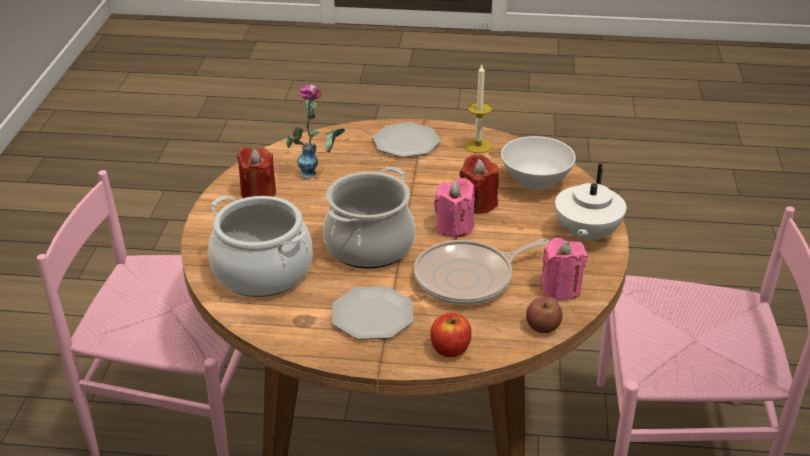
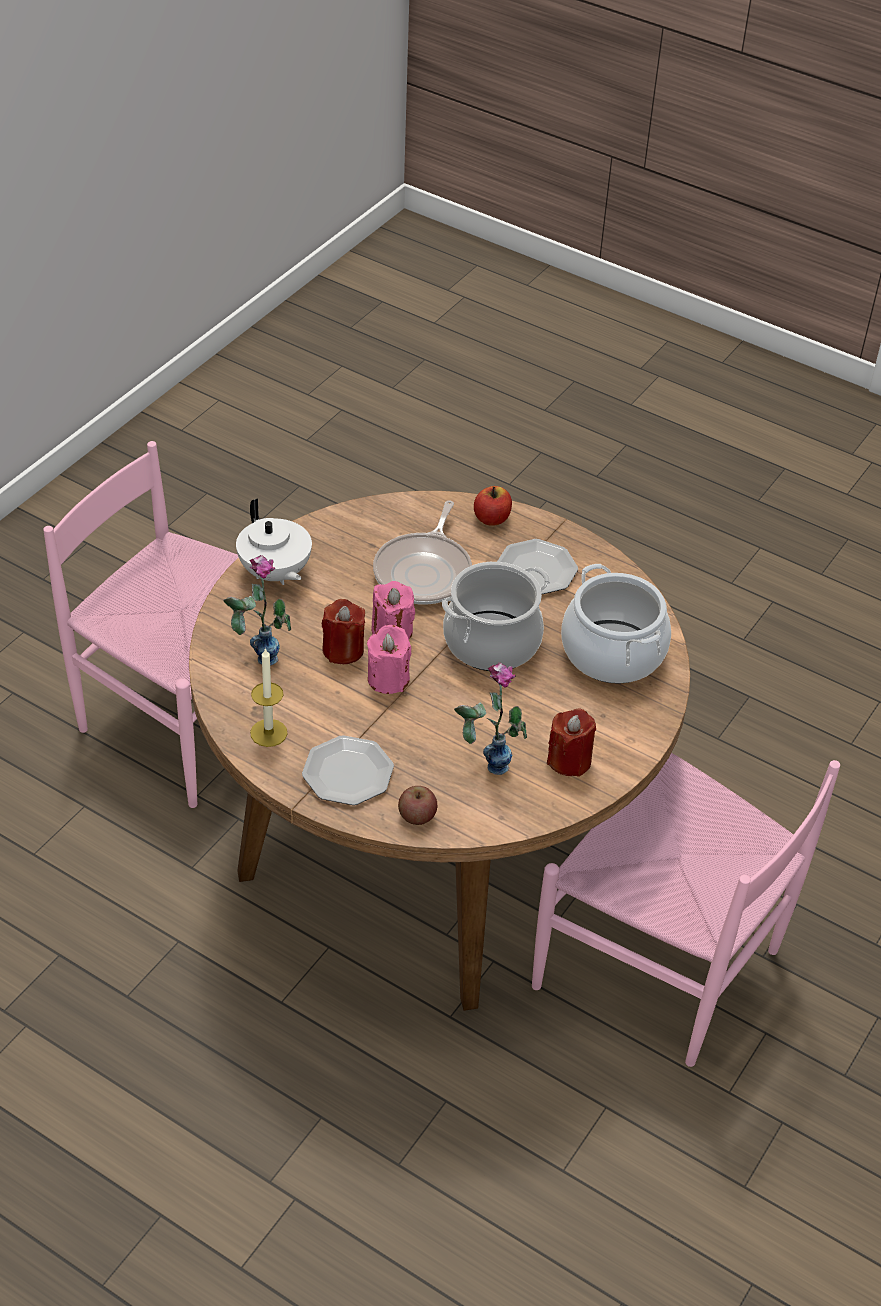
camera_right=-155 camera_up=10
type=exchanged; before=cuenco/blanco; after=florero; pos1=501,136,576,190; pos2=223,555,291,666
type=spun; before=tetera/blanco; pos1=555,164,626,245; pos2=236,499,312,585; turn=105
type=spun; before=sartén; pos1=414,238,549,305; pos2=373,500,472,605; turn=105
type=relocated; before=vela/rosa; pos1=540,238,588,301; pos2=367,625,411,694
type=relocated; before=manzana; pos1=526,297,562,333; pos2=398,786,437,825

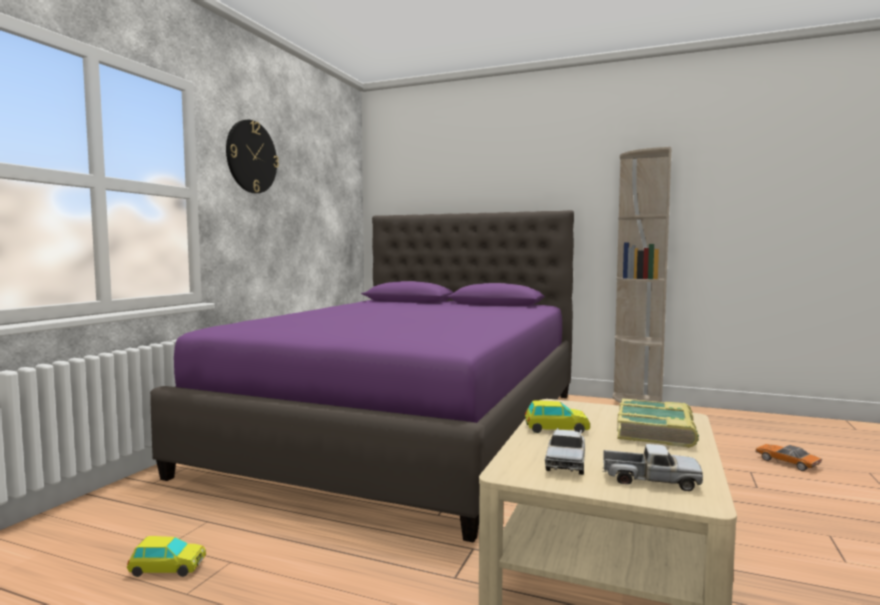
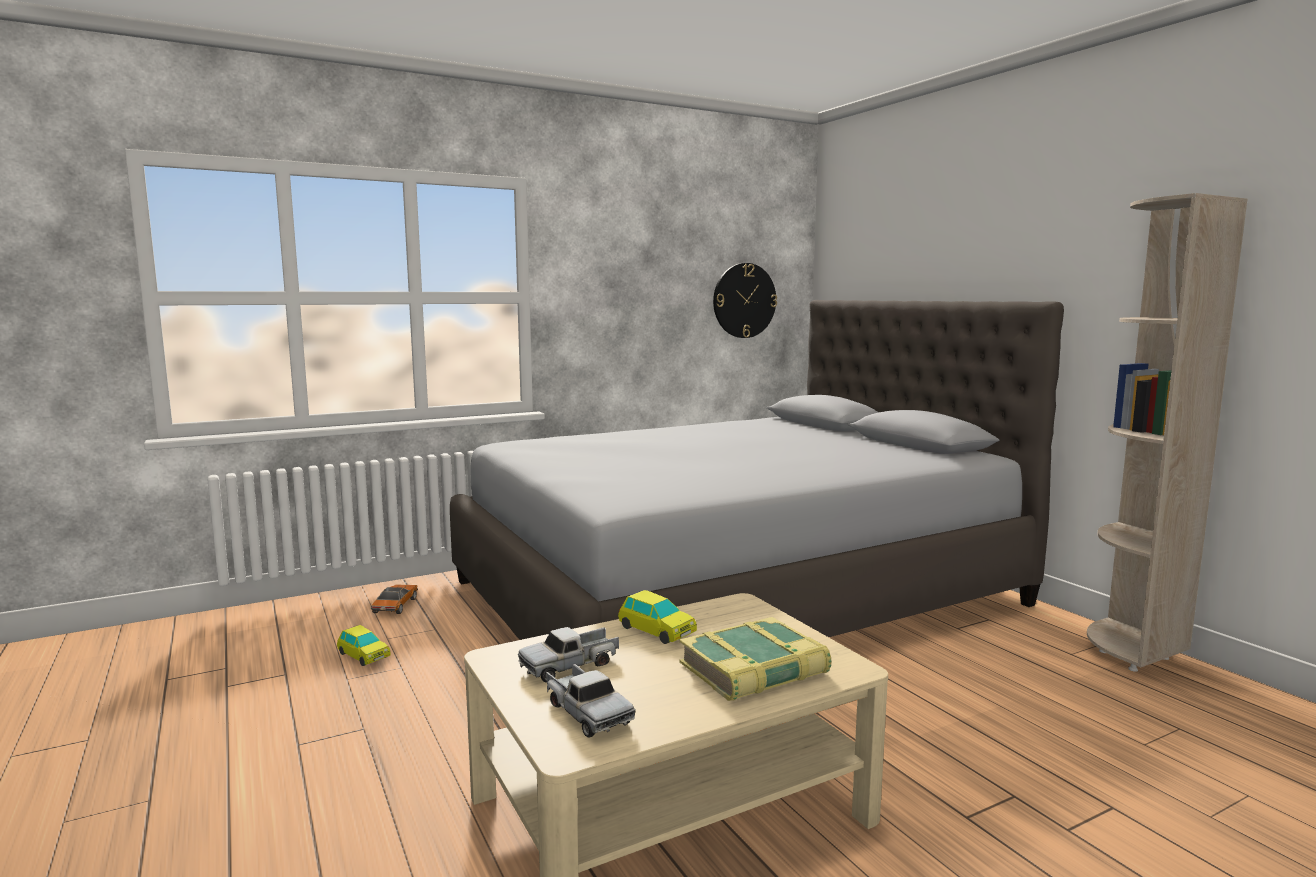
camera_right=40 camera_up=5
type=relocated; before=reloj de pared; pos1=226,120,279,193; pos2=713,263,777,338
type=colour; before=cama/morado; after=cama/gris; pos1=150,210,574,543; pos2=450,300,1064,640
type=relocated; before=coche de juguete; pos1=755,444,822,471; pos2=370,584,418,614

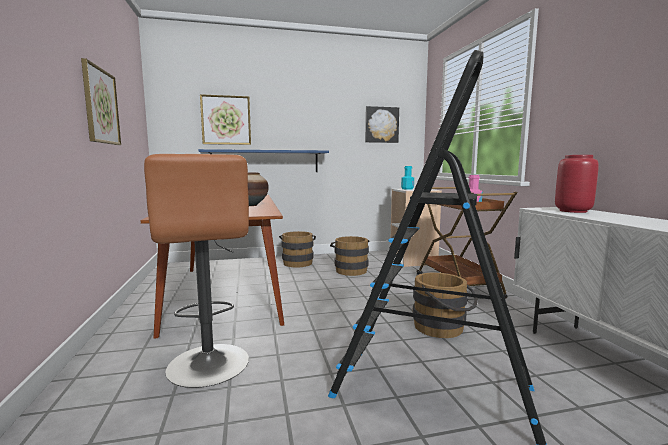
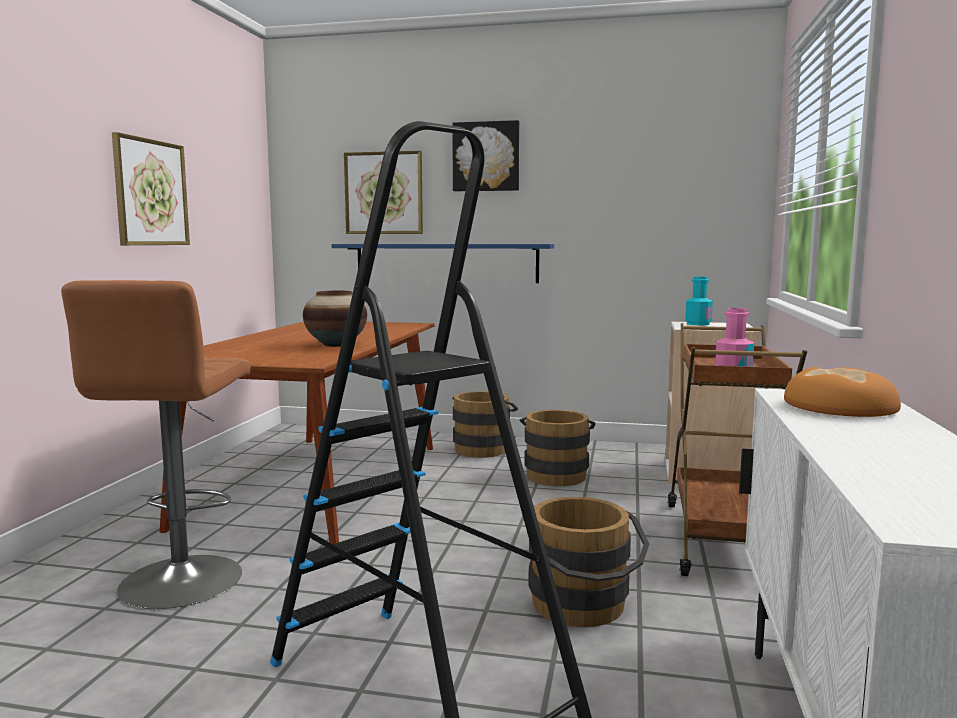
camera_right=25 camera_up=0
type=relocated; before=cuadro; pos1=365,106,399,143; pos2=452,120,520,191
type=exchanged; before=florero/rojo; after=pan; pos1=555,155,599,213; pos2=784,367,901,417

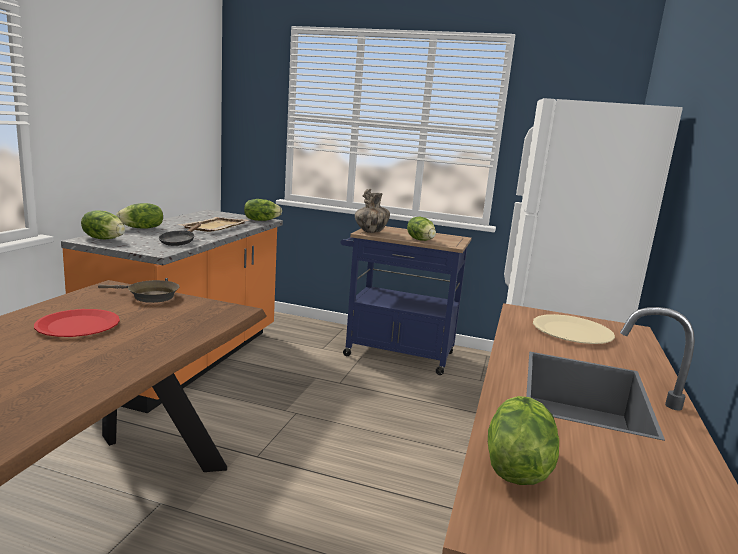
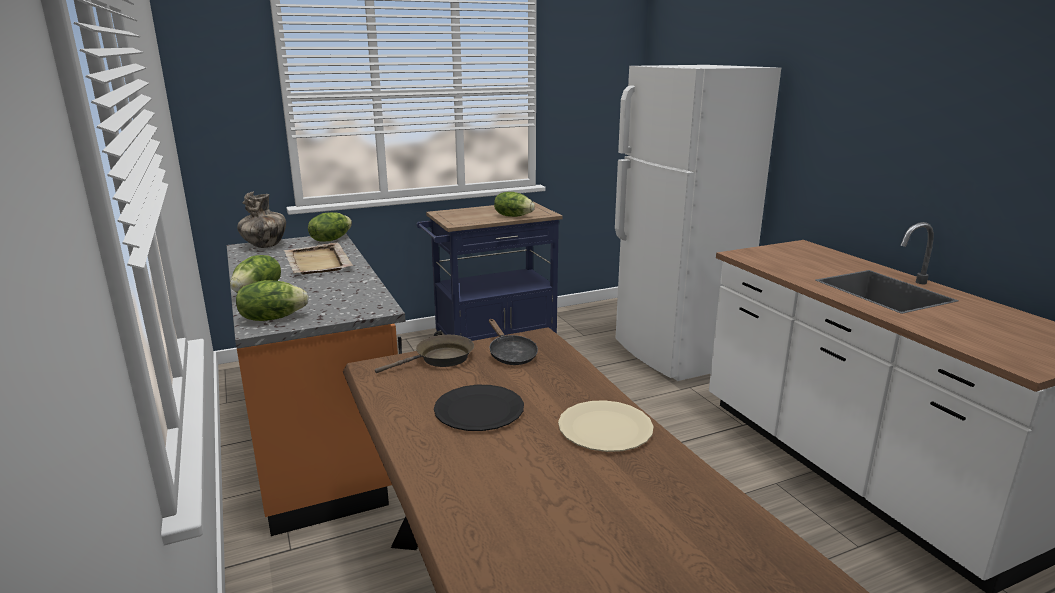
camera_right=-40 camera_up=5
type=relocated; before=florero; pos1=355,189,390,233; pos2=237,192,286,248
type=relocated; before=sartén/negro; pos1=159,223,201,246; pos2=489,319,538,365
type=colour; before=plato/rojo; after=plato/negro; pos1=34,309,120,337; pos2=434,385,524,431
type=relocated; before=plato/beis; pos1=533,314,615,344; pos2=558,400,654,452
type=missing; before=lechuga; pos1=488,396,559,485

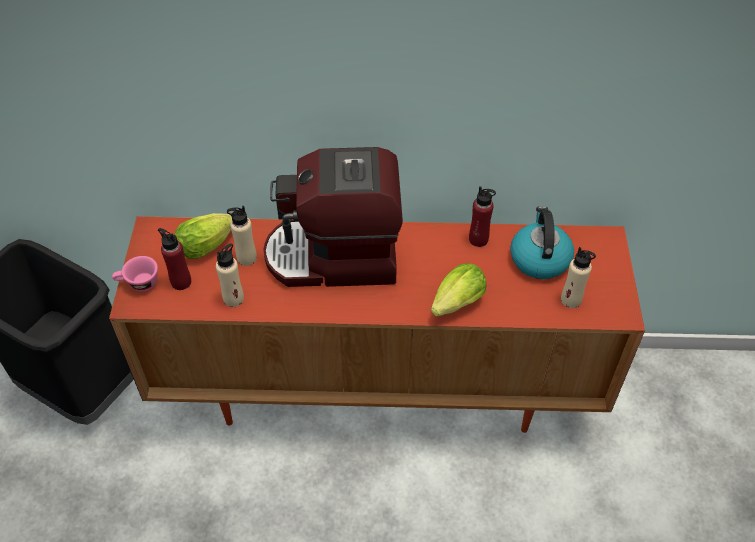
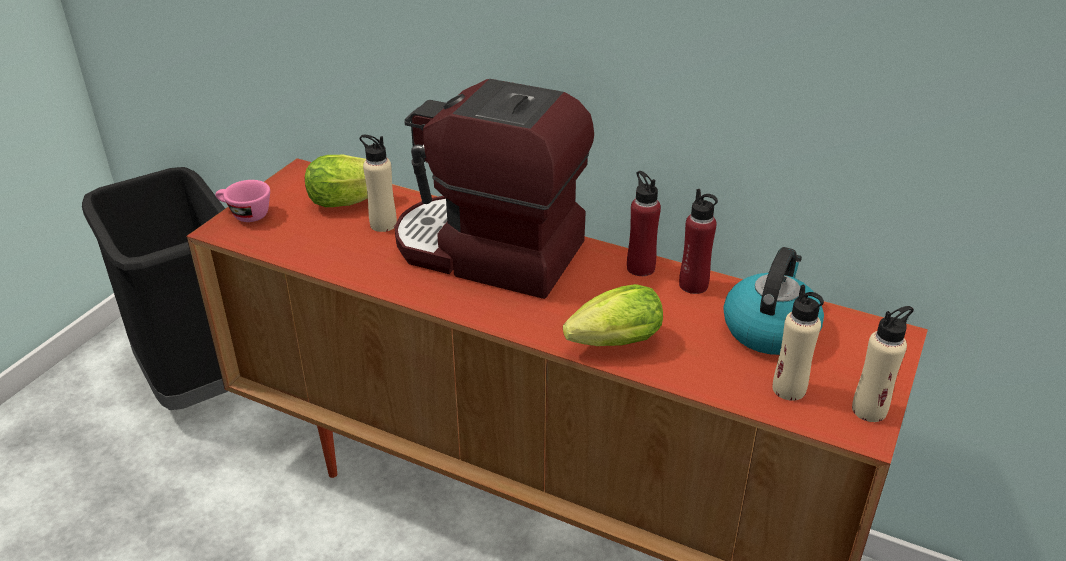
camera_right=25 camera_up=-15
type=relocated; before=botella/rojo; pos1=158,228,191,290; pos2=627,171,661,276
type=relocated; before=botella/beis; pos1=216,243,244,307; pos2=852,306,914,422

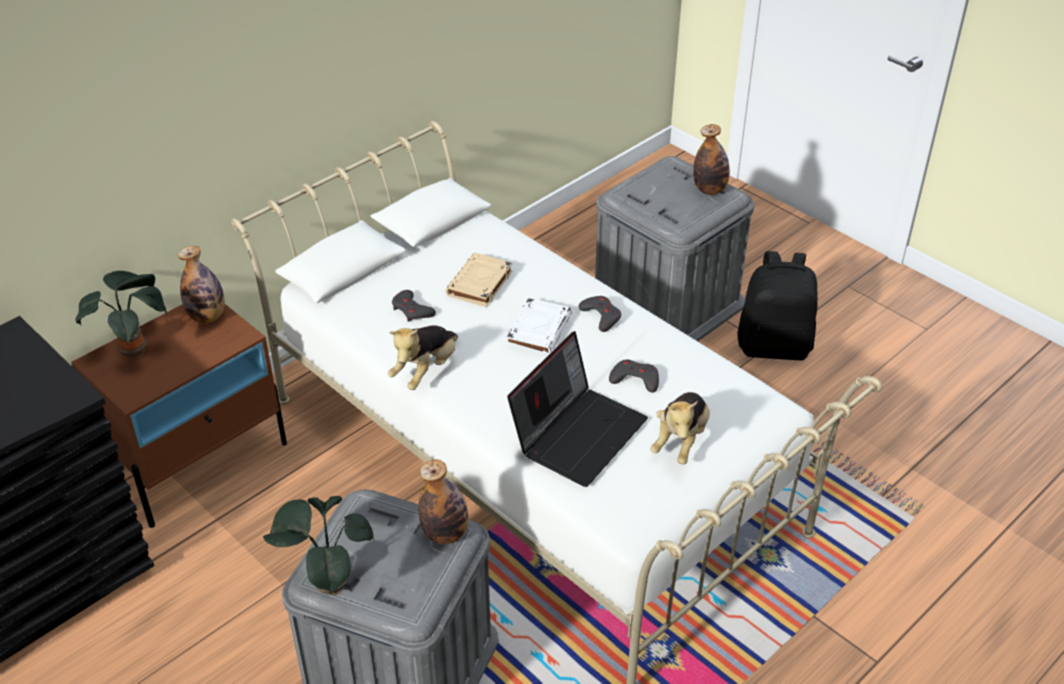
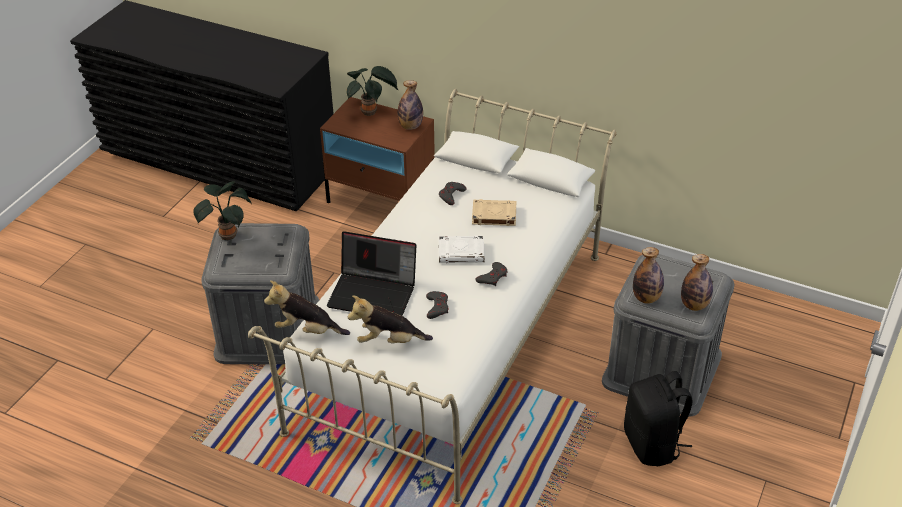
camera_right=70 camera_up=0
type=relocated; before=peluche; pos1=388,325,458,390; pos2=264,280,350,335
type=relocated; before=botella; pos1=418,459,468,544; pos2=633,247,664,304

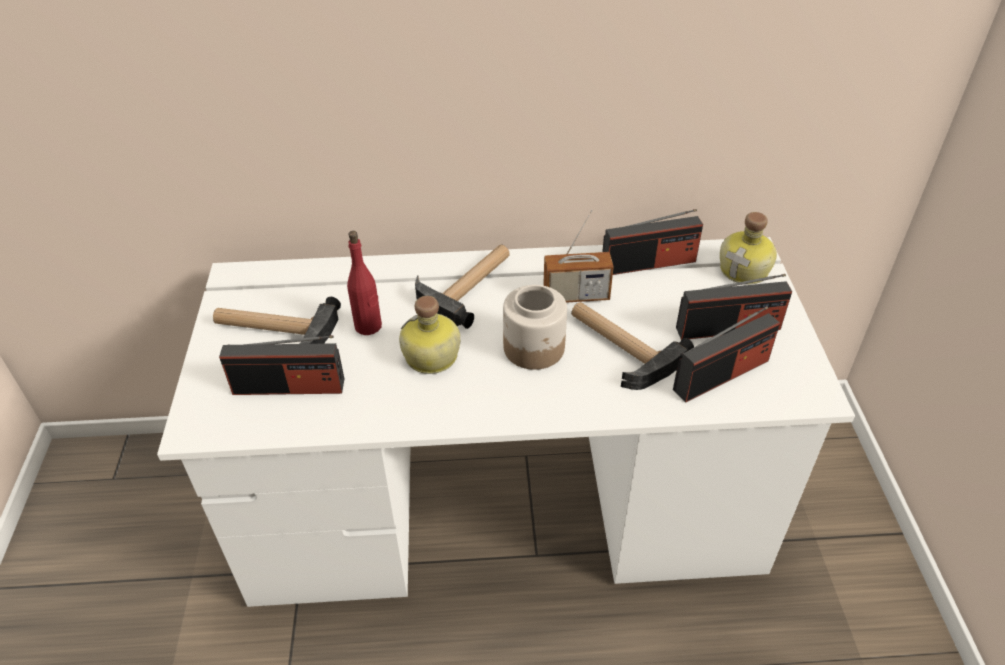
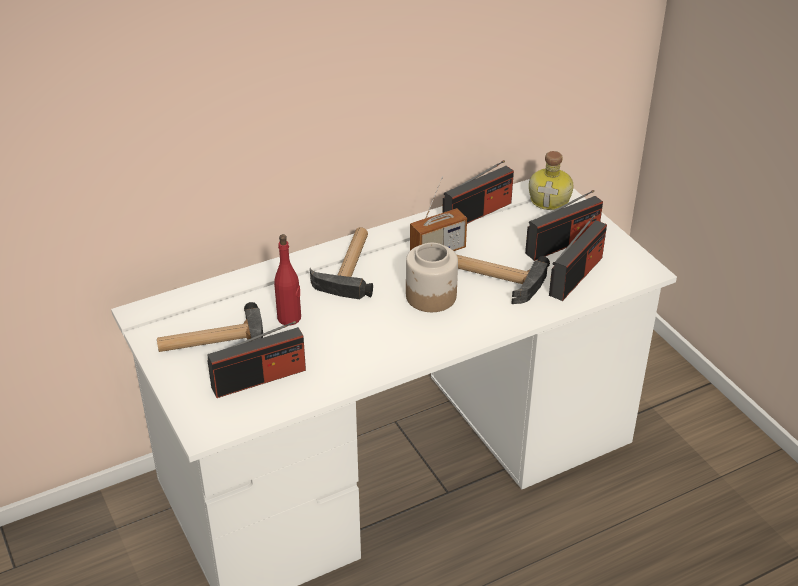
camera_right=-25 camera_up=-5
type=missing; before=botella; pos1=399,296,460,374

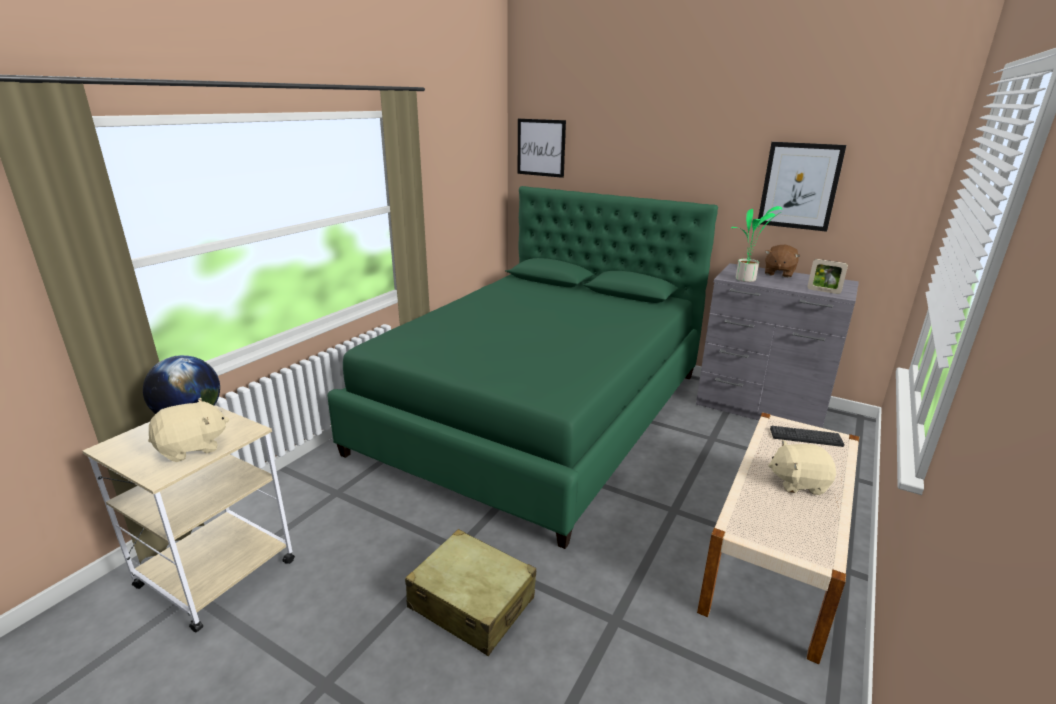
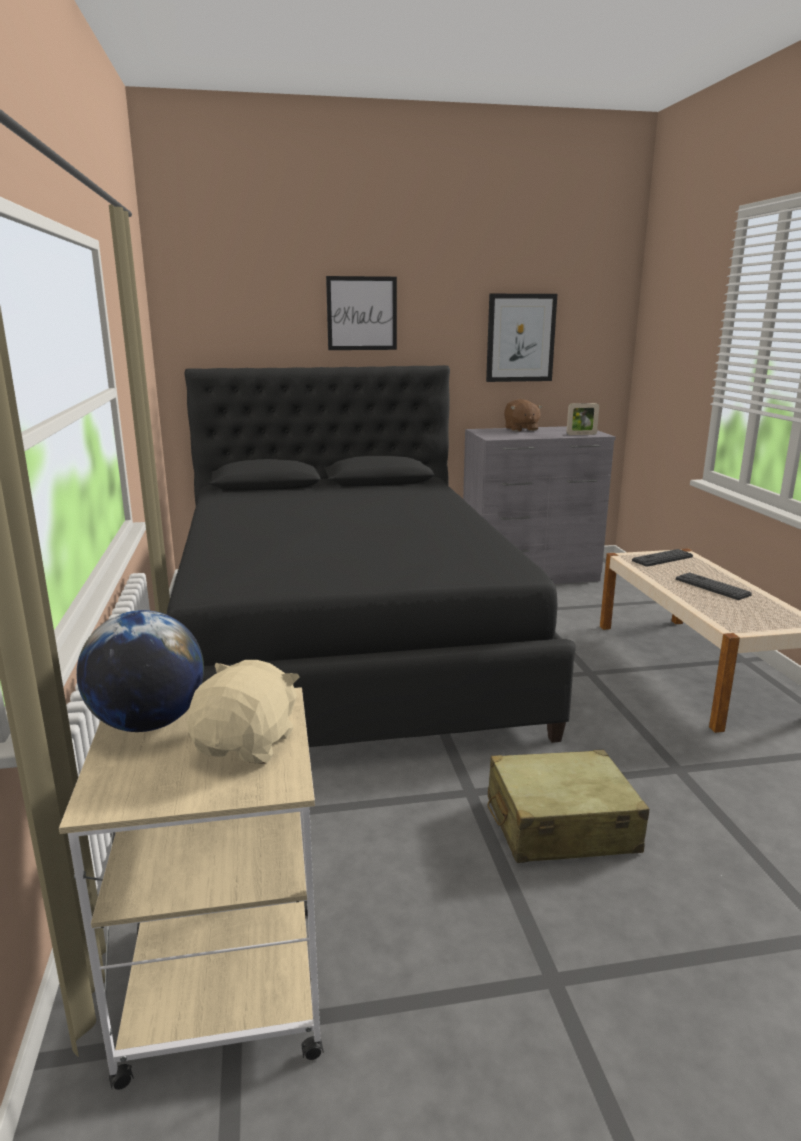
camera_right=-40 camera_up=-5
type=relocated; before=cuadro; pos1=518,119,566,178; pos2=326,276,397,350
type=colour; before=cama/verde; after=cama/negro; pos1=327,186,718,549; pos2=167,365,576,747
type=missing; before=planta en maceta; pos1=731,206,782,282
type=exchanged; before=peluche/beis; after=teclado; pos1=768,440,836,495; pos2=676,572,752,600

